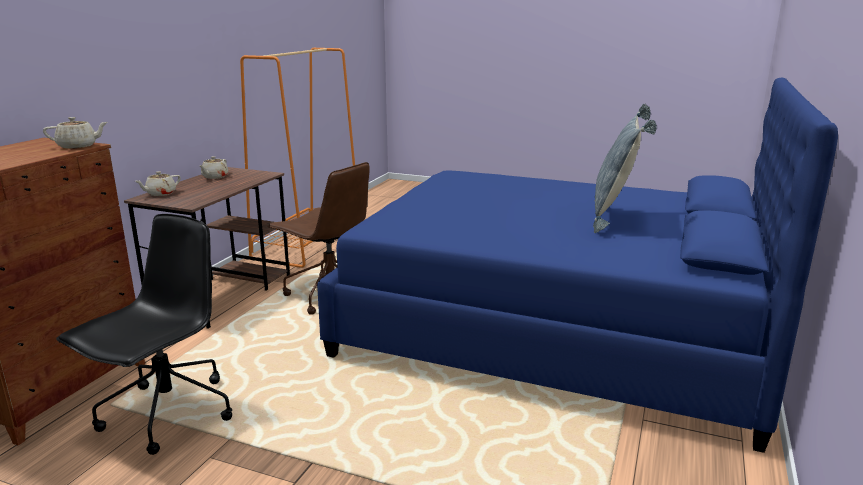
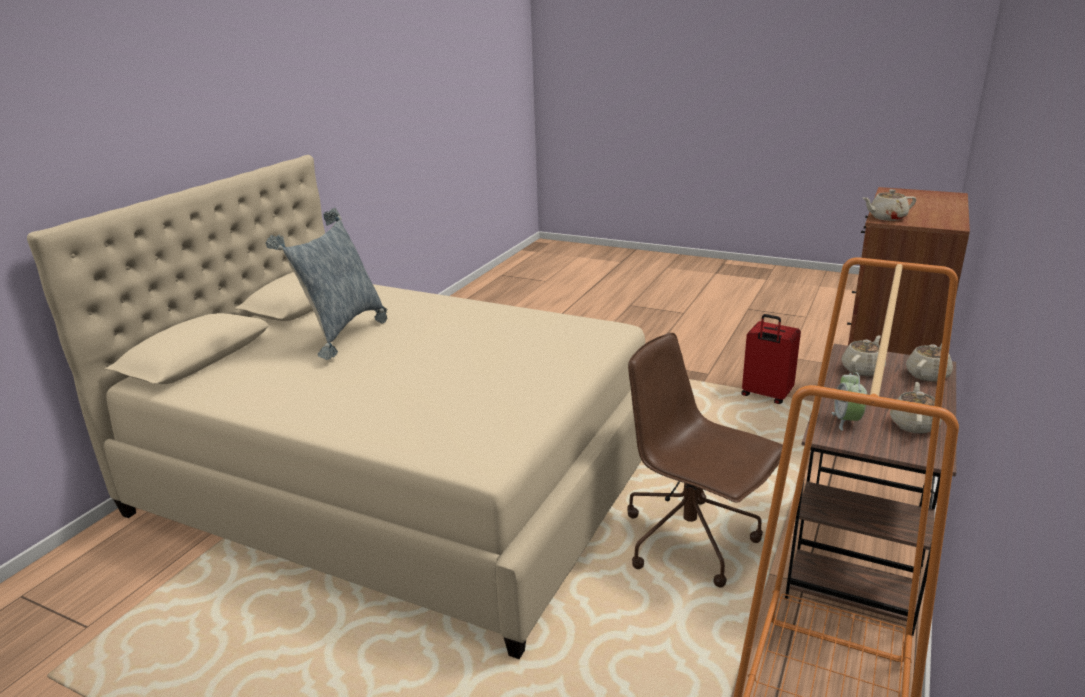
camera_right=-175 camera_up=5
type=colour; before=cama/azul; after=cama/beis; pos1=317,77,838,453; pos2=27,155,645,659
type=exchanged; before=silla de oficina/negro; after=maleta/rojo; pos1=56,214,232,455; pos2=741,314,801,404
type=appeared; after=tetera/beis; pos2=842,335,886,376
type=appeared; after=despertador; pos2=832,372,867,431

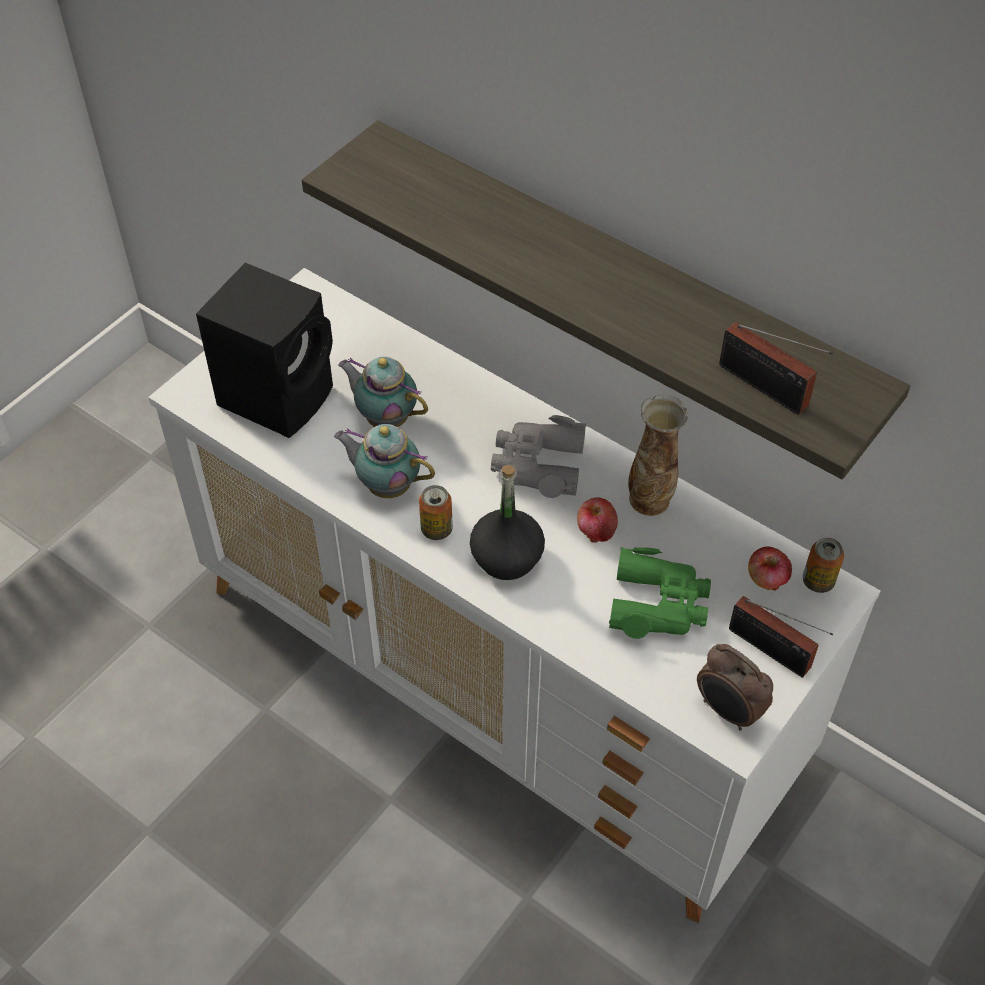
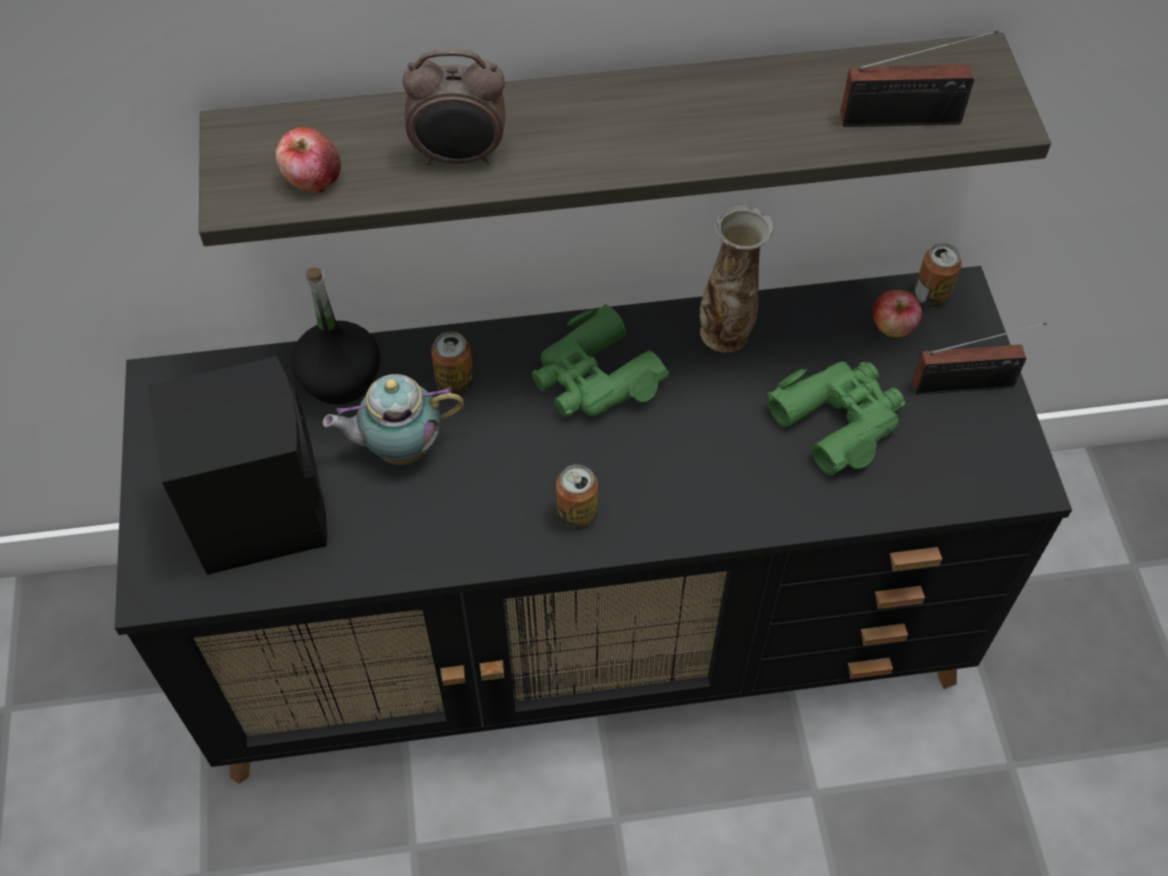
camera_right=-45 camera_up=5
type=colour; before=cómoda/blanco; after=cómoda/negro; pos1=148,268,880,923; pos2=115,266,1072,784
type=colour; before=prismáticos/gris; after=prismáticos/verde; pos1=491,415,587,498; pos2=532,304,669,417
type=missing; before=tetera; pos1=334,424,435,498
type=relocated; before=botella/negro; pos1=470,465,545,580; pos2=291,267,381,405
type=relocated; before=manzana; pos1=577,497,618,543; pos2=276,127,341,194
type=relocated; before=despertador; pos1=697,644,773,731; pos2=403,49,505,165
type=appeared; after=lata; pos2=431,331,474,396

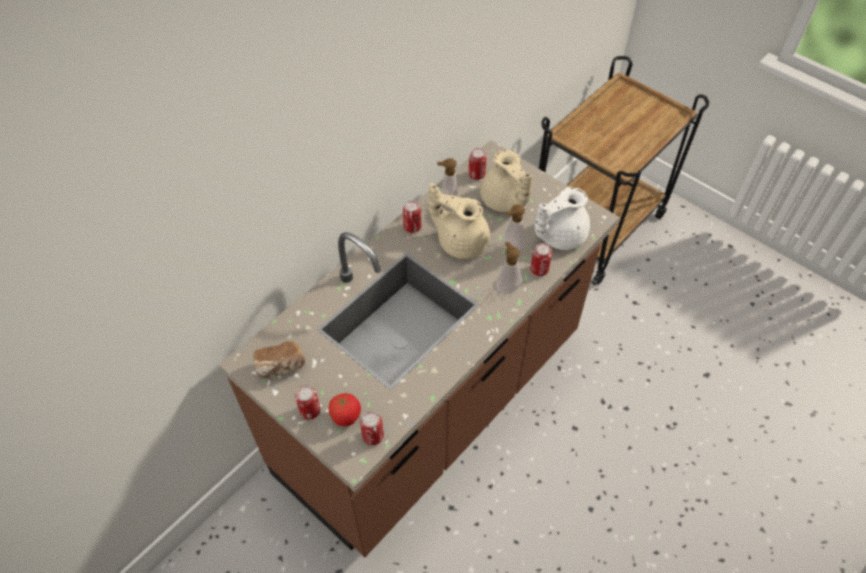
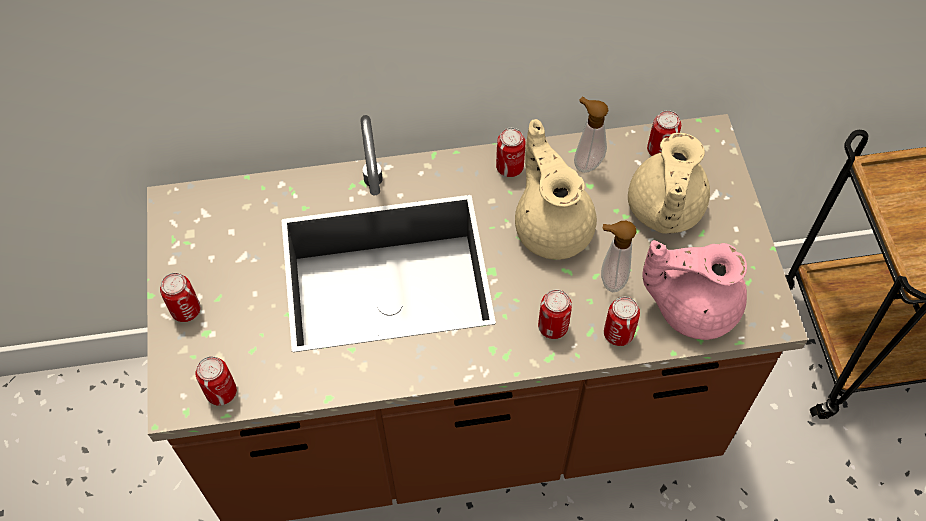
camera_right=40 camera_up=5
type=colour; before=tetera/blanco; after=tetera/rosa; pos1=535,187,590,250; pos2=642,240,747,340
type=exchanged; before=dispensador de jabón; after=lata; pos1=496,242,522,294; pos2=538,289,572,339
type=missing; before=pan; pos1=253,341,305,378
type=missing; before=tomate; pos1=329,393,361,427

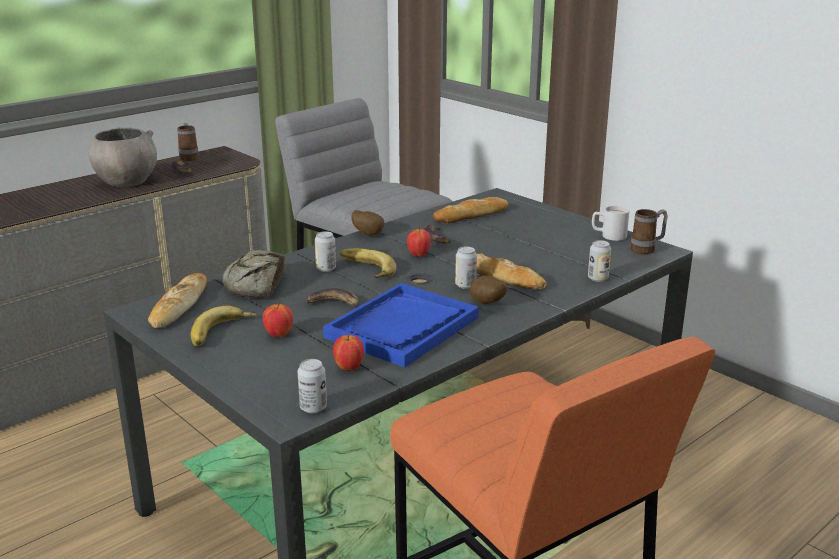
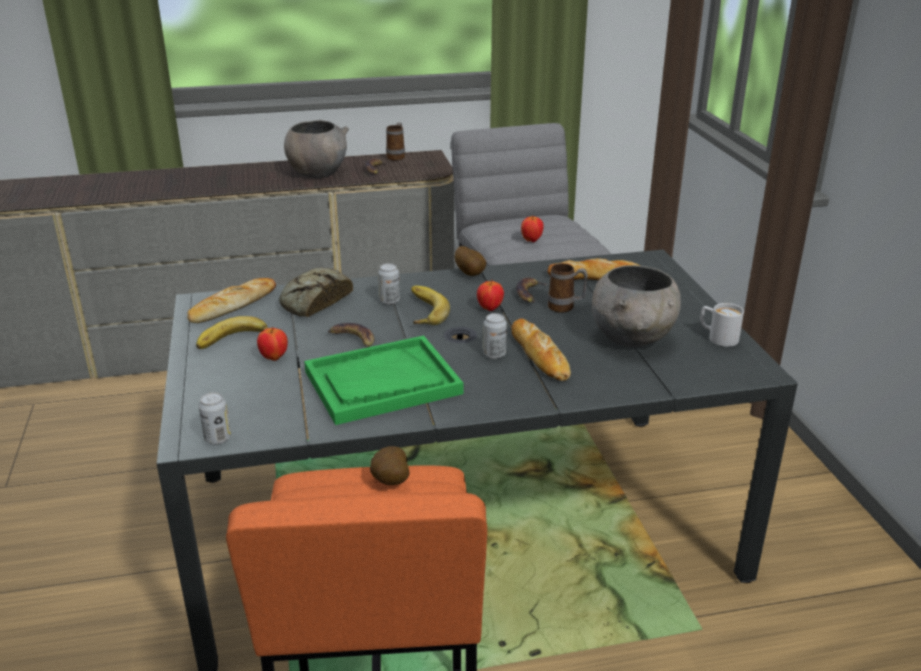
camera_right=30 camera_up=5
type=relocated; before=taza grande; pos1=630,209,668,254; pos2=548,263,588,313
type=missing; before=lata; pos1=588,240,611,282
type=relocated; before=patata; pos1=470,276,507,304; pos2=370,446,409,485
type=colour; before=bandeja/azul; after=bandeja/verde; pos1=323,283,479,368; pos2=304,336,463,425
type=relocated; before=manzana; pos1=333,335,364,371; pos2=521,216,544,242
type=appeared; after=cuenco/gris; pos2=592,265,681,347

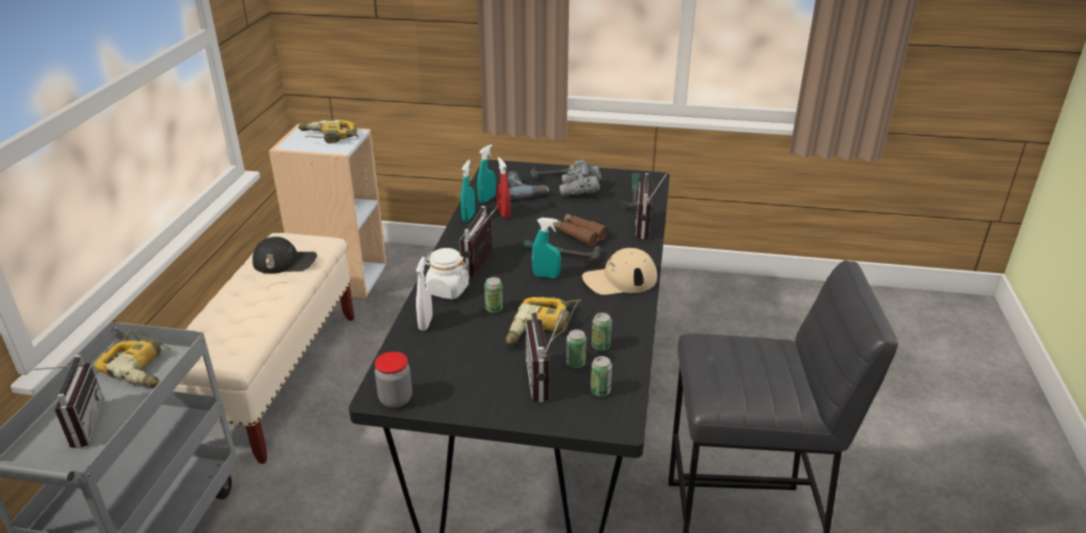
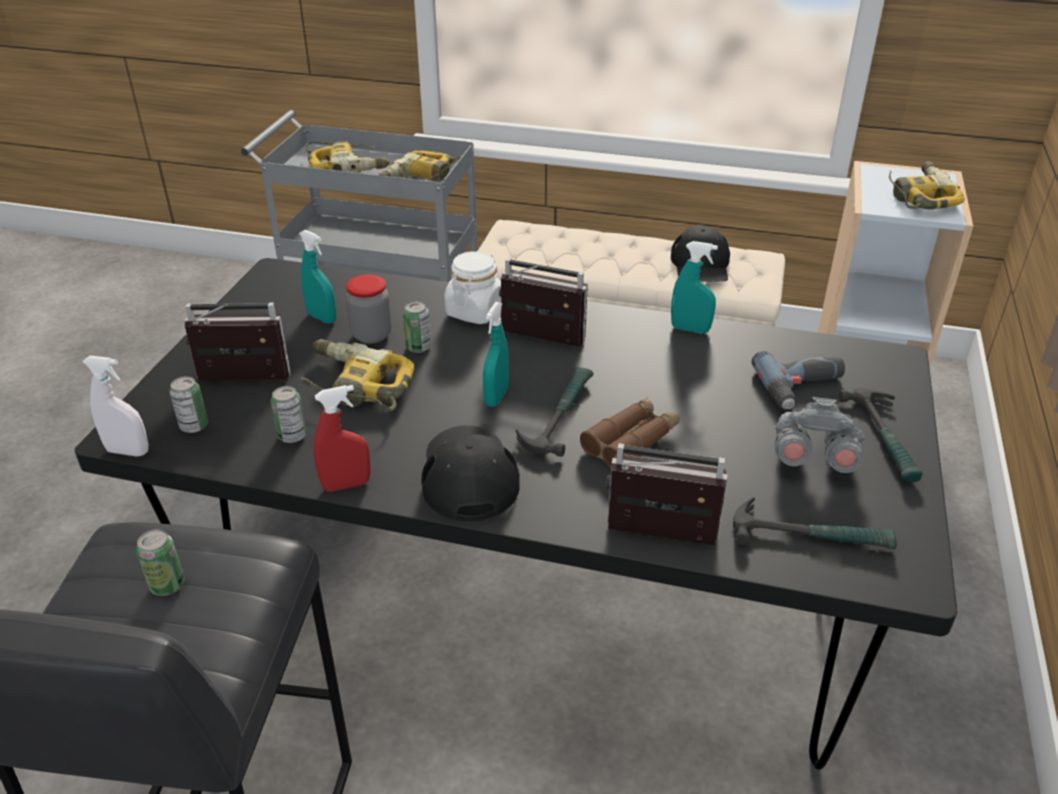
camera_right=95 camera_up=5
type=relocated; before=pulverizador/turquesa; pos1=477,145,496,203; pos2=299,229,336,323
type=relocated; before=pulverizador/rojo; pos1=496,157,511,218; pos2=314,385,371,492
type=colour; before=gorra/beis; after=gorra/negro; pos1=582,248,657,295; pos2=421,425,520,522
type=relocated; before=pulverizador/blanco; pos1=416,257,433,331; pos2=83,355,149,457
type=relocated; before=lata; pos1=566,329,587,368; pos2=136,529,184,596
type=relocated; before=tarro; pos1=375,352,412,408; pos2=346,275,392,344
type=exchanged; before=radio; after=taladro; pos1=30,355,105,448; pos2=306,141,390,173

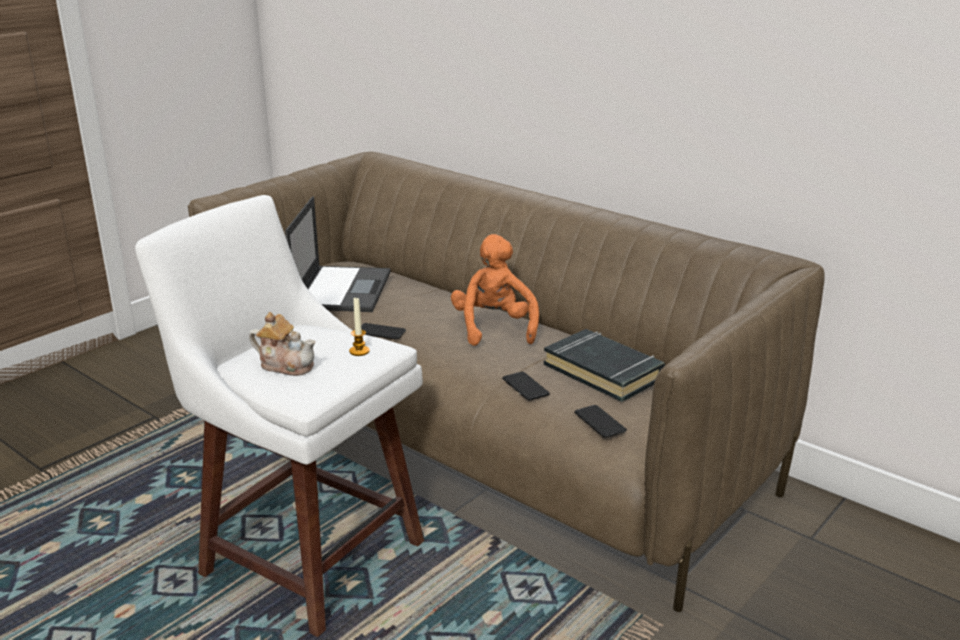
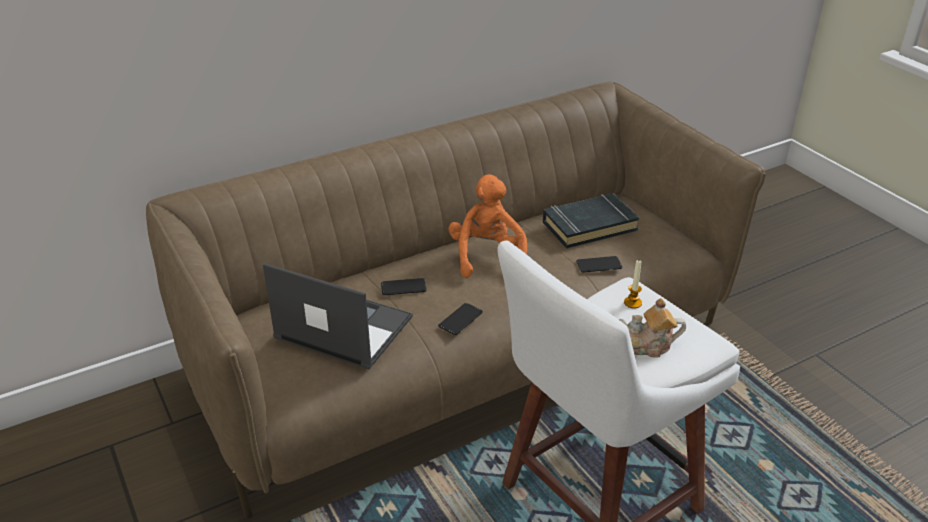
camera_right=-70 camera_up=10
type=spun; before=peluche/naranja; pos1=451,234,539,346; pos2=448,175,527,278; turn=75
type=spun; before=tetera; pos1=249,312,316,376; pos2=618,298,686,357; turn=-135
type=relocated; before=móvil; pos1=574,405,627,438; pos2=381,278,427,295

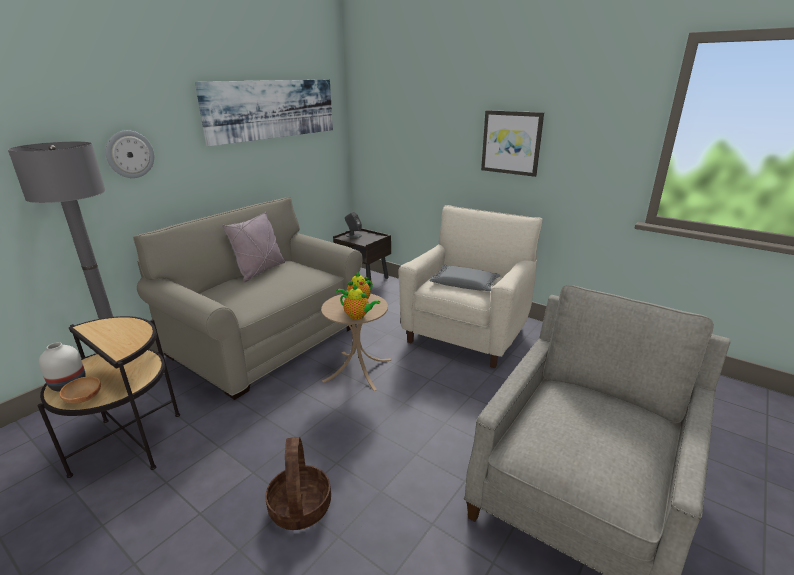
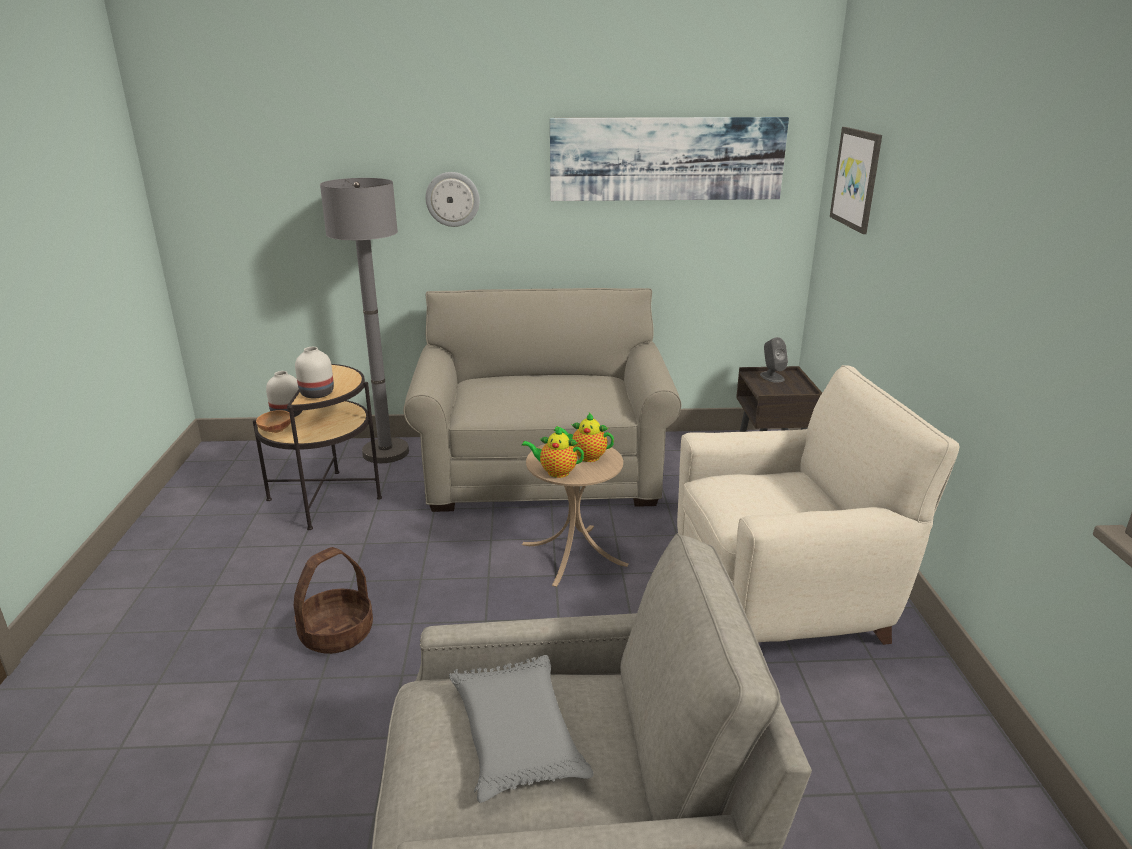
camera_right=50 camera_up=0
type=relocated; before=cuadro; pos1=481,110,544,177; pos2=830,127,882,234
type=missing; before=cojín/morado; pos1=222,212,285,283
type=relocated; before=cojín/gris; pos1=429,265,500,291; pos2=449,655,594,803
type=spun; before=tetera; pos1=340,284,380,320; pos2=522,426,584,478; turn=120
type=appeared; after=florero/blanco; pos2=295,347,334,398

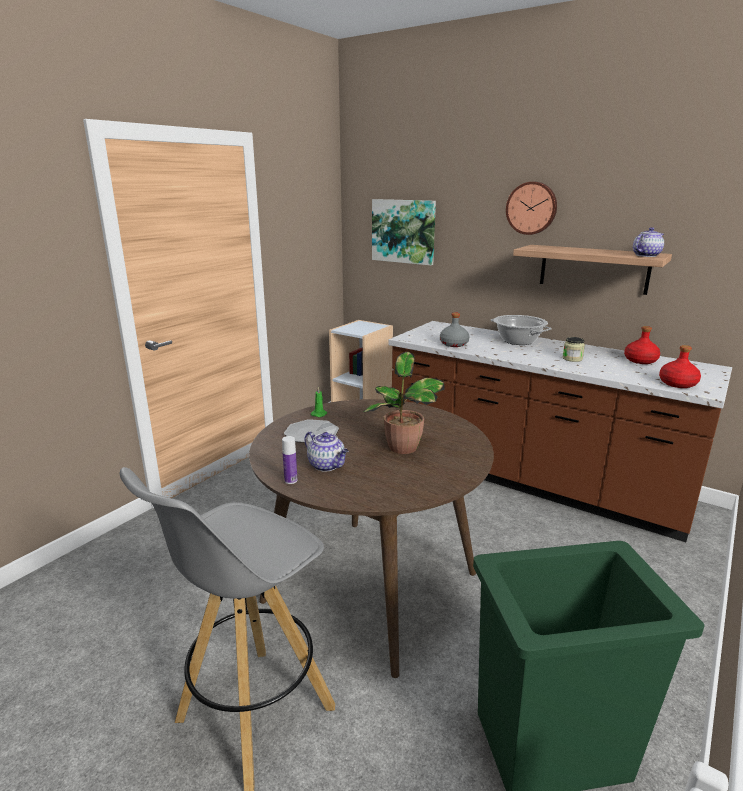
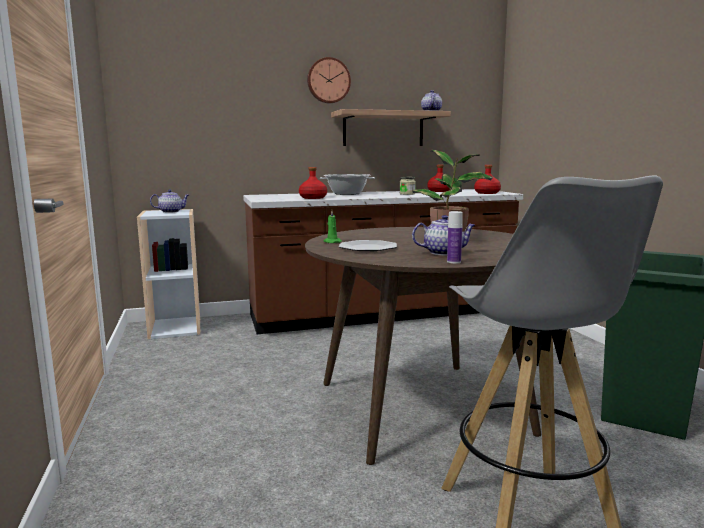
camera_right=-50 camera_up=-10
type=missing; before=cuadro; pos1=372,199,436,265
type=colour; before=botella/gris; after=botella/rojo; pos1=440,312,469,347; pos2=299,167,327,199
type=appeared; after=tetera; pos2=150,189,189,213

